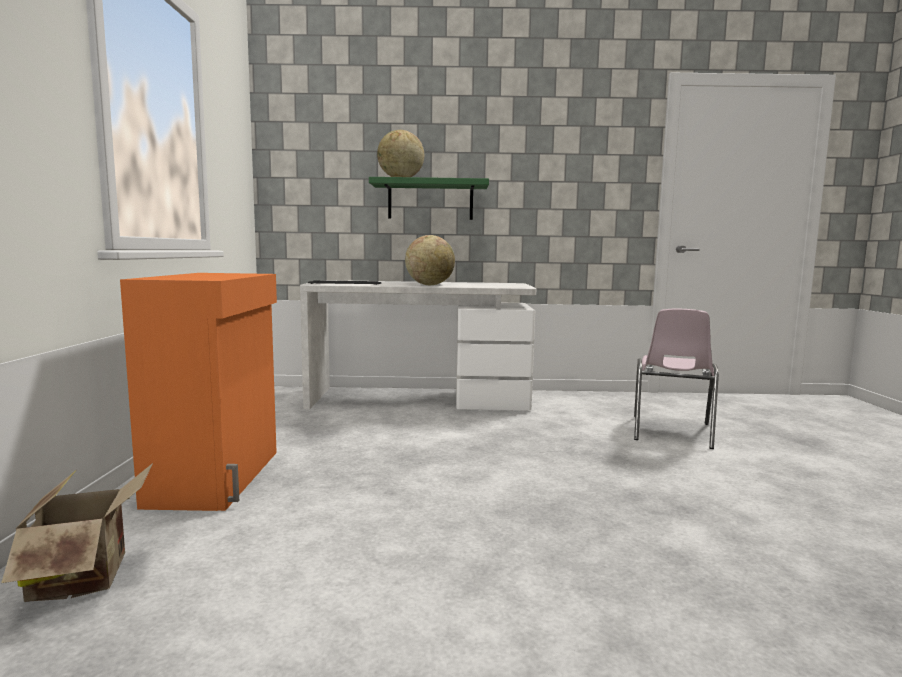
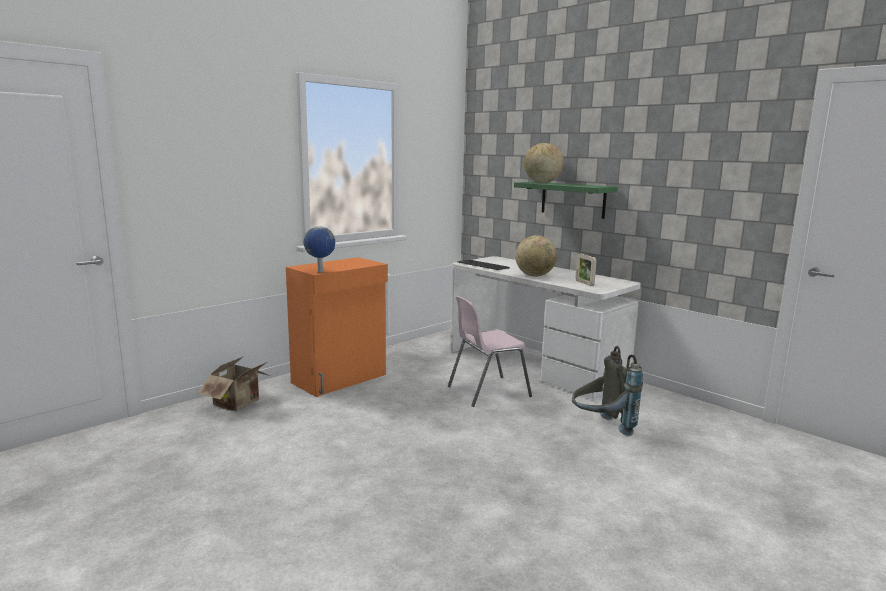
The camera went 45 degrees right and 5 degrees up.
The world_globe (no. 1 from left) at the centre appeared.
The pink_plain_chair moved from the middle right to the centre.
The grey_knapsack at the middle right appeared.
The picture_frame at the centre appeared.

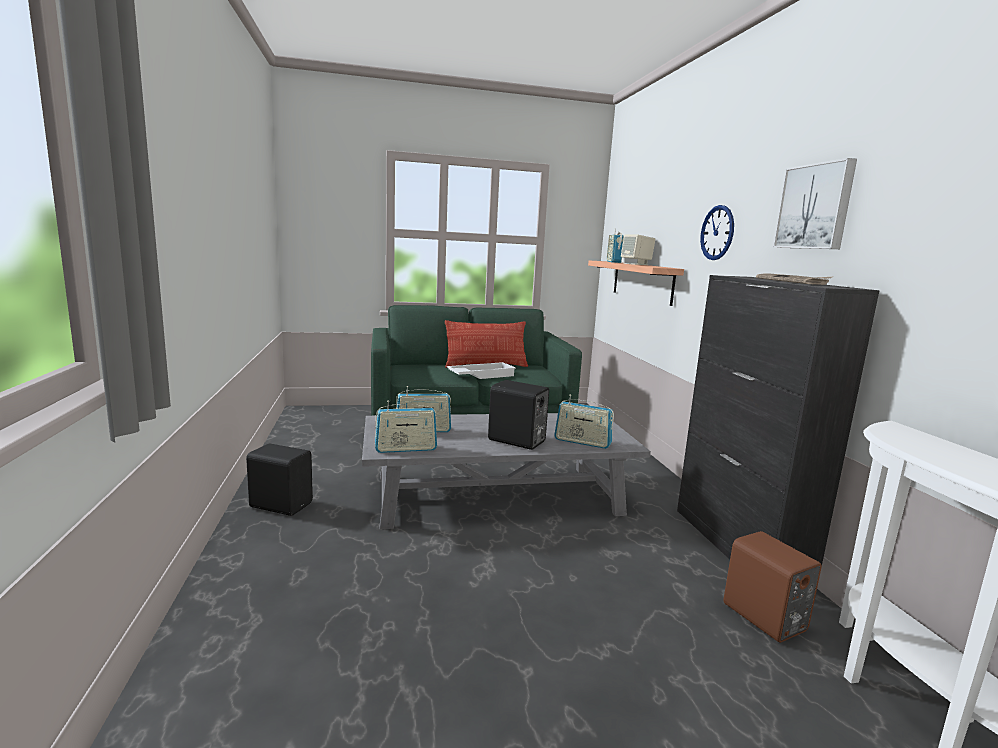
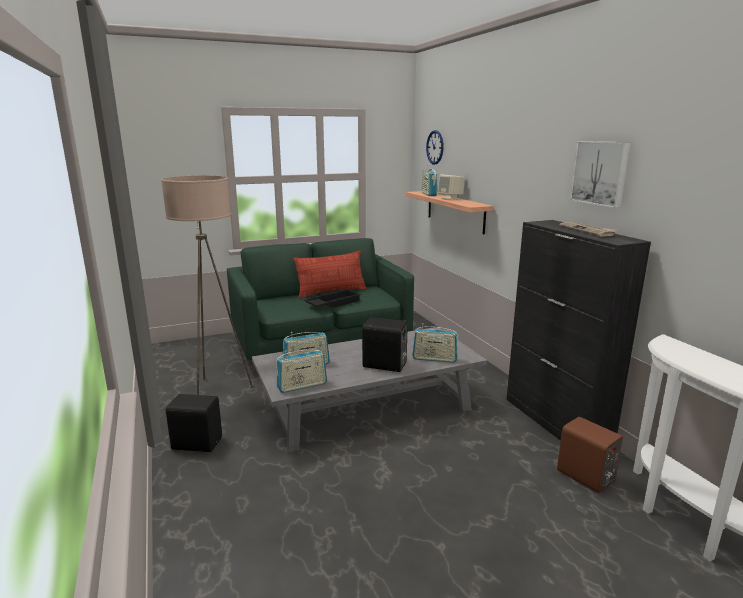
The camera went 10 degrees left and 5 degrees up.
The sand-coloured_standard_lamp at the middle left appeared.
The white_tray at the centre became the black-coloured_tray at the centre.
The hanging_clock moved from the top right to the top centre.

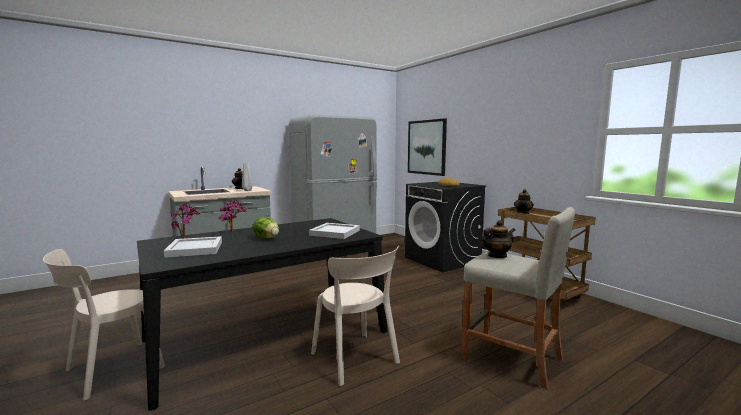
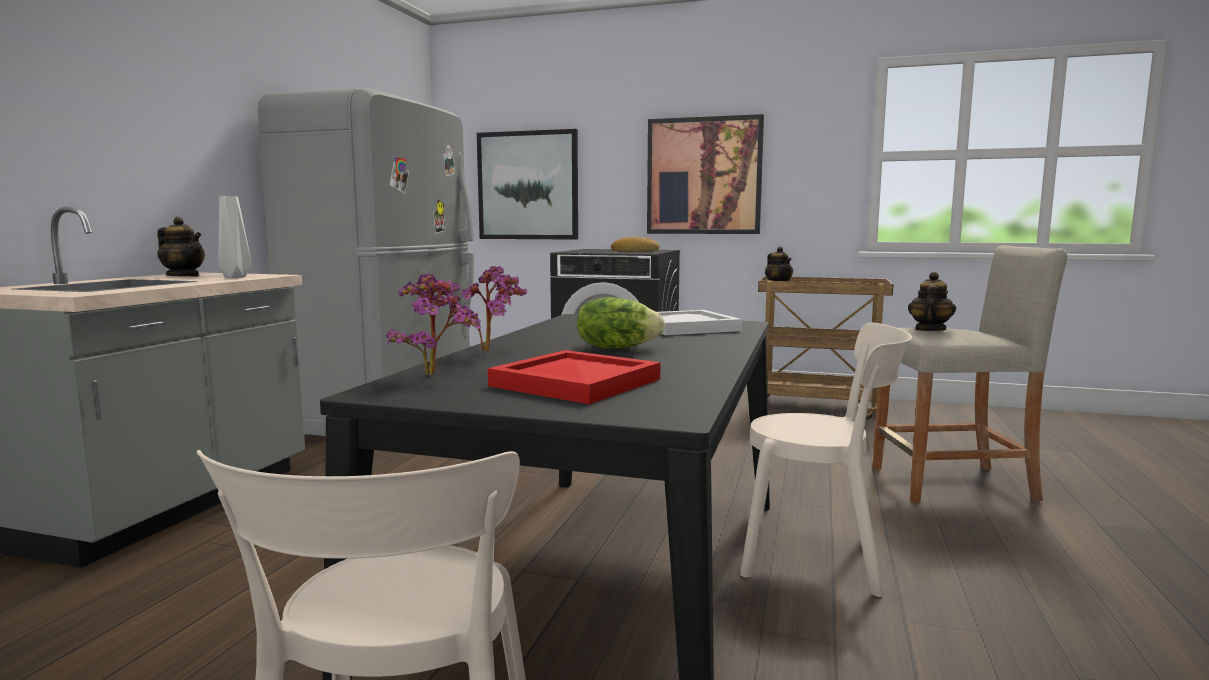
The camera went 40 degrees left and 0 degrees up.
The white_tray (no. 1 from left) at the middle left became the red-coloured_tray at the centre.
The wall_art (no. 2 from left) at the top centre appeared.

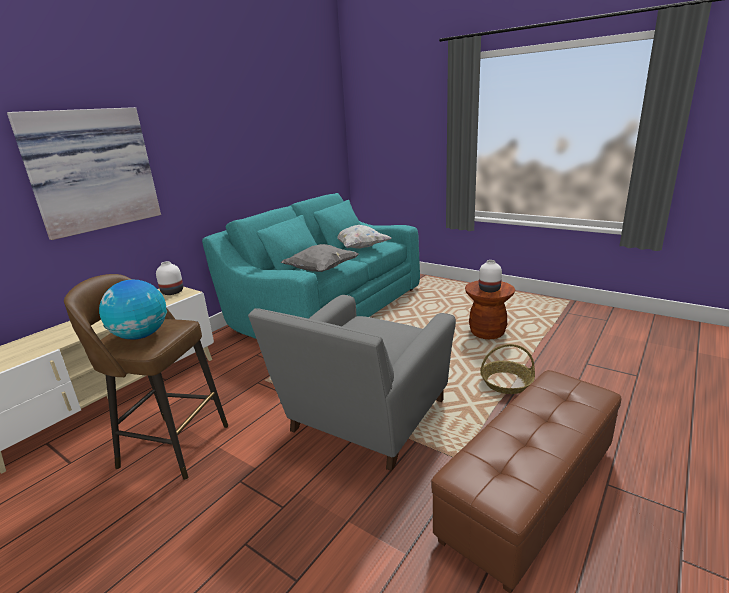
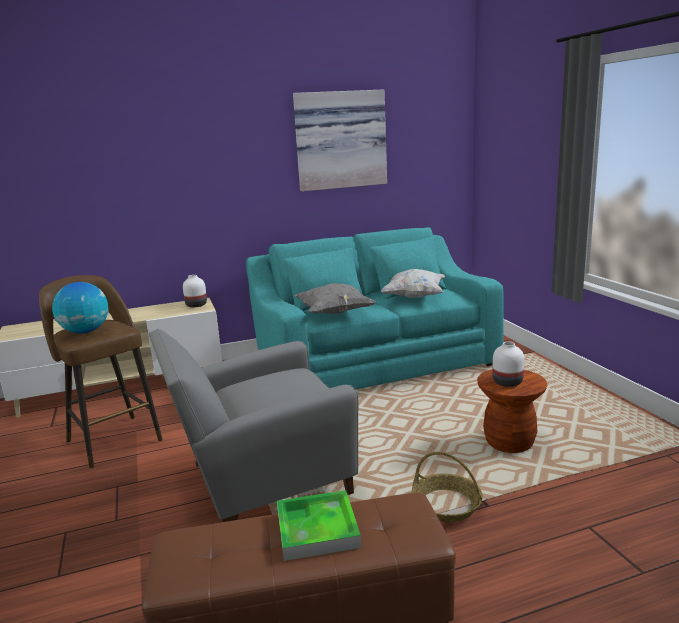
The camera went 35 degrees right and 5 degrees down.
The tray at the bottom centre appeared.
The wall_art moved from the top left to the top centre.

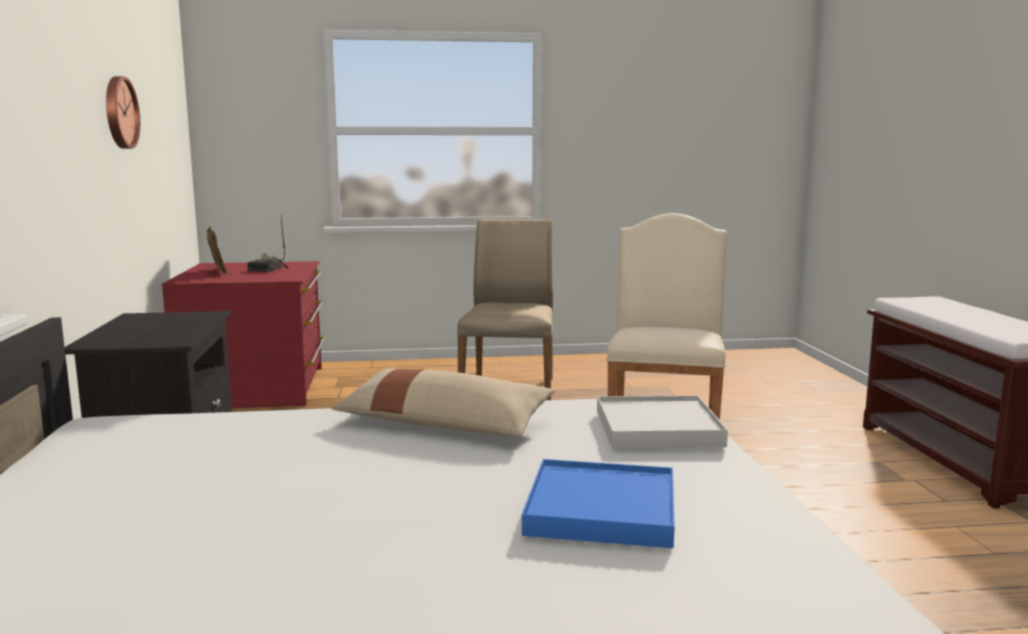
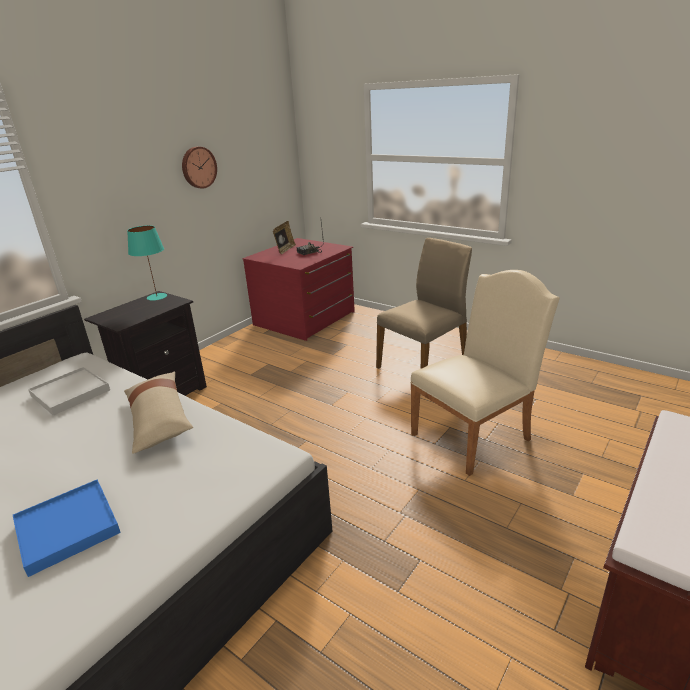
The camera went 45 degrees right and 15 degrees up.
The white_tray moved from the centre to the middle left.
The turquoise_tabletop_lamp at the middle left appeared.

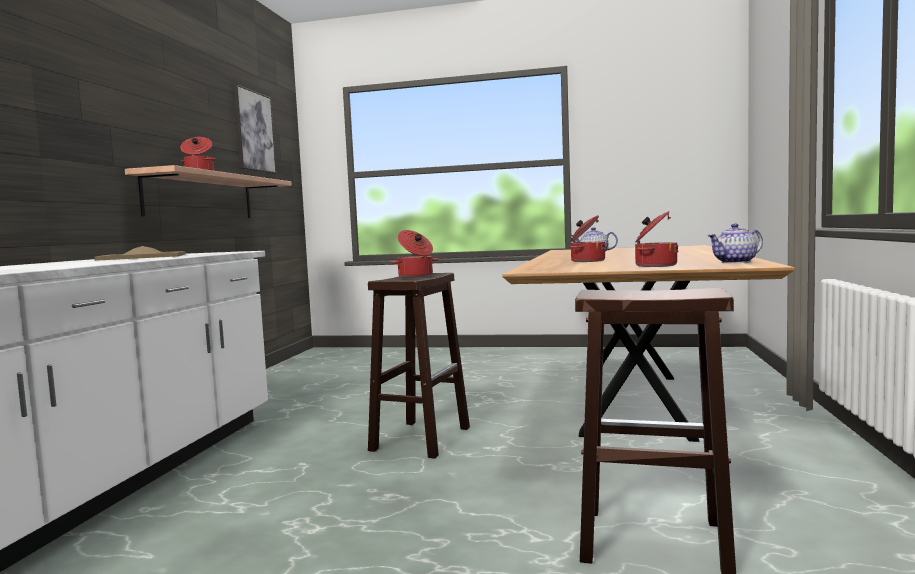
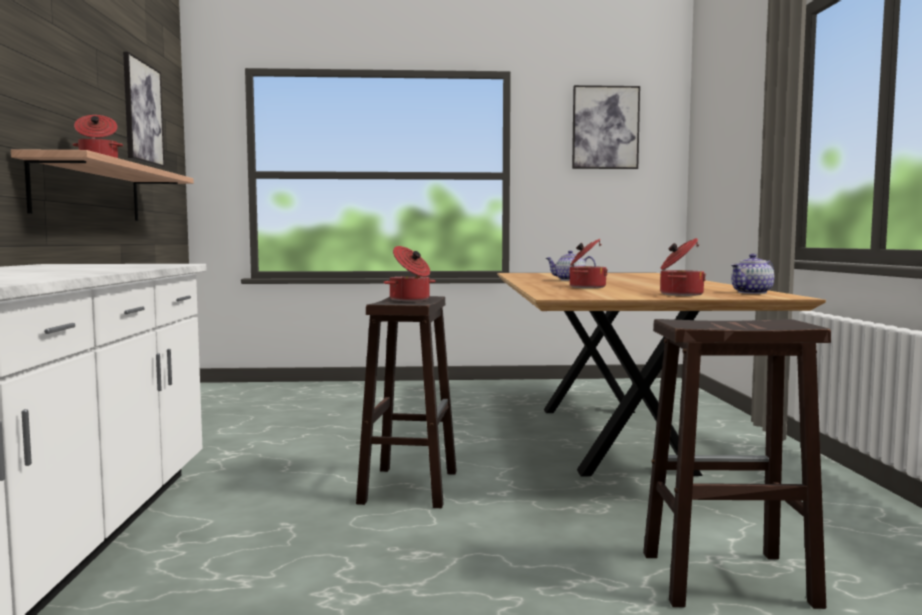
The camera went 15 degrees left and 0 degrees up.
The wall_art (no. 2 from left) at the top centre appeared.
The sand-coloured_tray at the middle left disappeared.

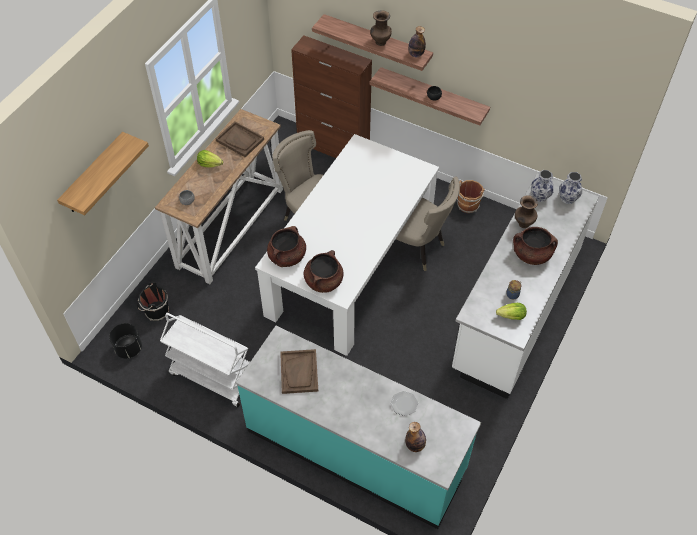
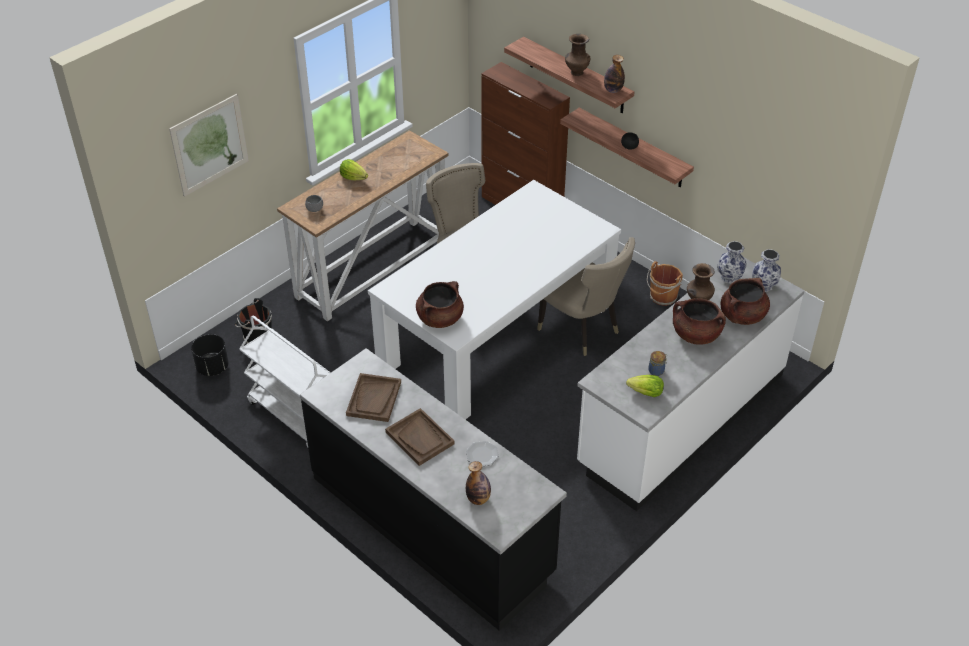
The camera went 15 degrees right and 10 degrees down.
The bracket_shelf (no. 1 from left) at the top left was replaced by the wall_art at the top left.
The turquoise_counter at the bottom centre became the black-coloured_counter at the bottom centre.
The brownish_tray (no. 1 from left in the first image) moved from the top centre to the bottom centre.
The brownish_stockpot (no. 1 from left in the first image) moved from the centre to the middle right.

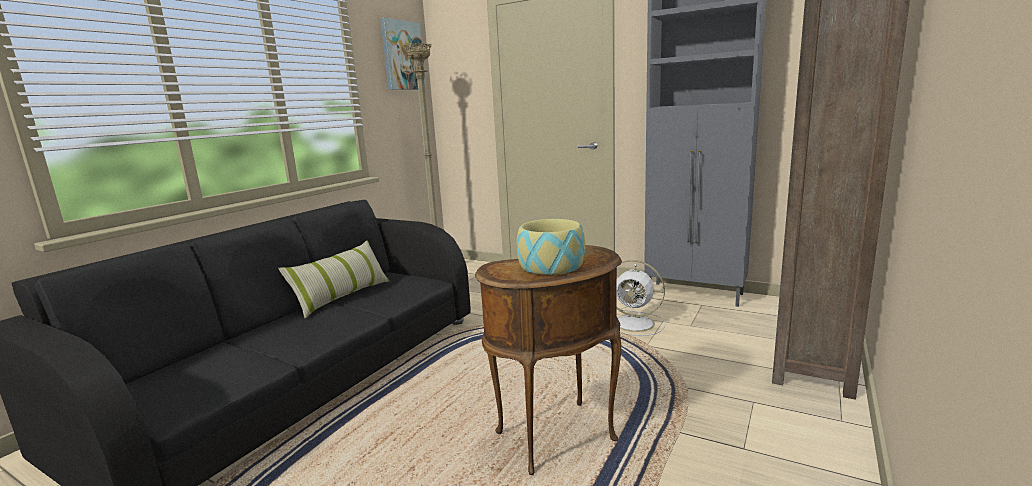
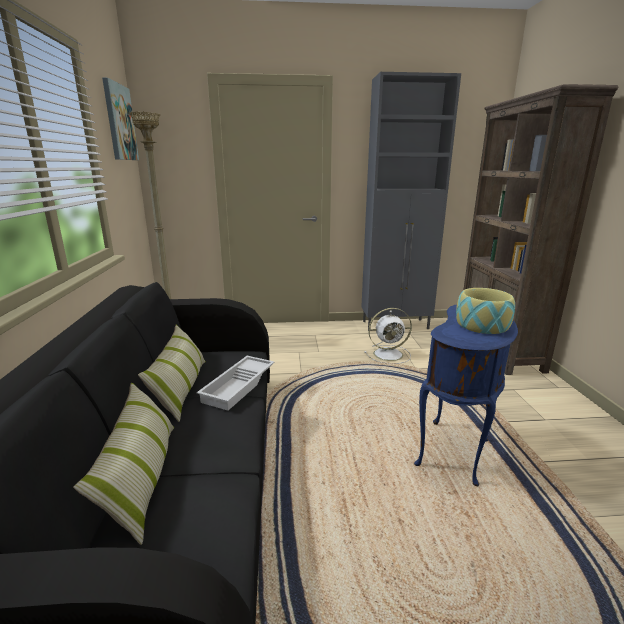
The camera went 35 degrees left and 5 degrees up.
The throw_pillow (no. 1 from left) at the bottom left appeared.
The white_tray at the centre appeared.
The brownish_end_table at the bottom centre became the bluish_end_table at the middle right.

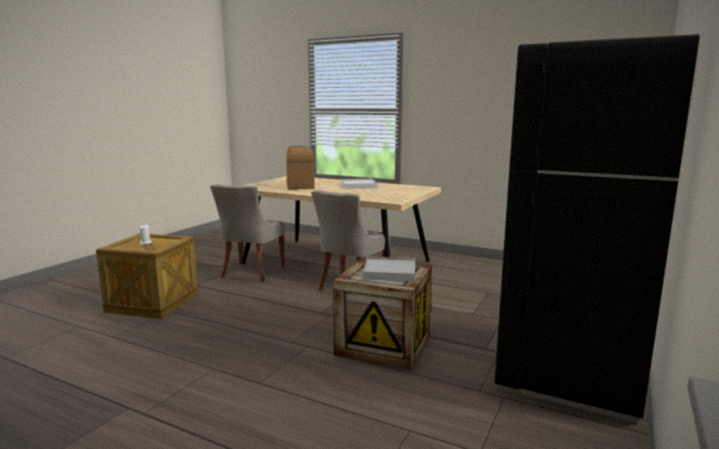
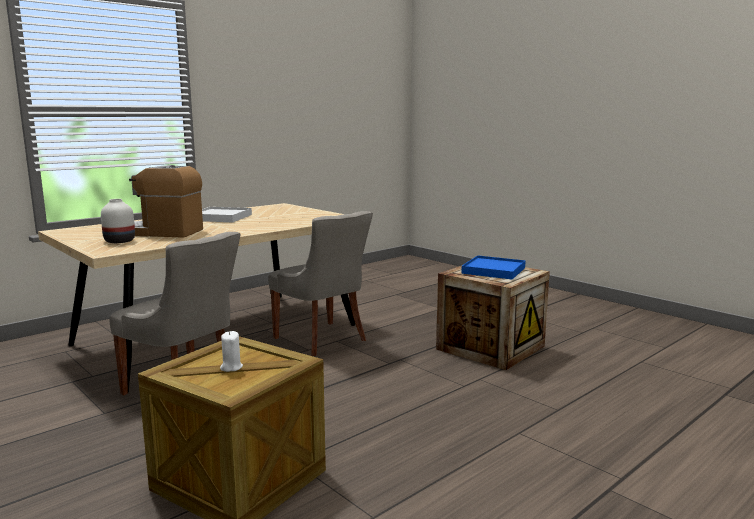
The camera went 70 degrees left and 0 degrees up.
The white_flower_vase at the middle left appeared.
The white_tray (no. 2 from left) at the centre became the bluish_tray at the centre.
The black-coloured_refrigerator at the middle right disappeared.

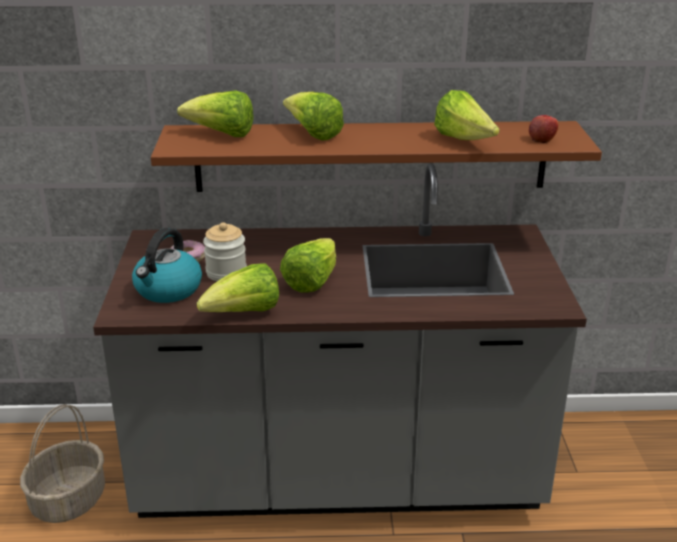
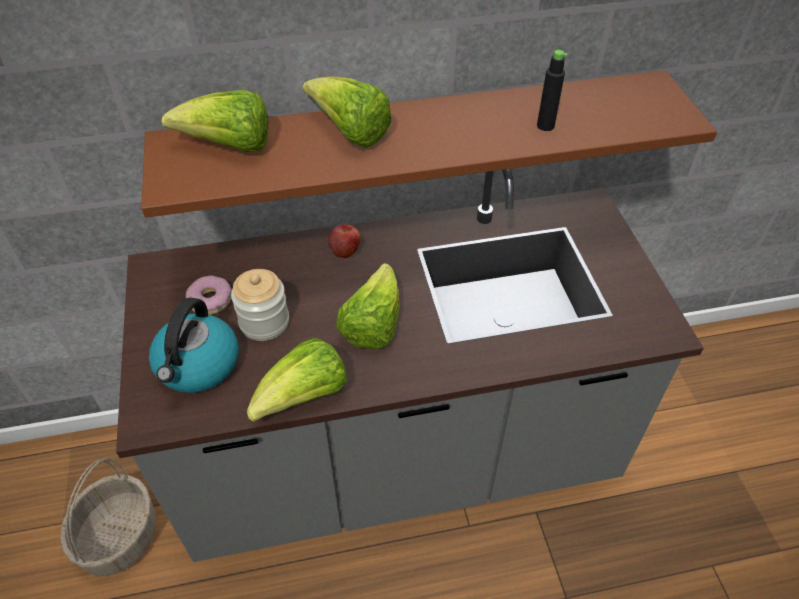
The camera went 10 degrees left and 20 degrees up.
The whole_apple moved from the top right to the centre.
The lettuce (no. 5 from left) at the top right was replaced by the black-coloured_drink_bottle at the top right.

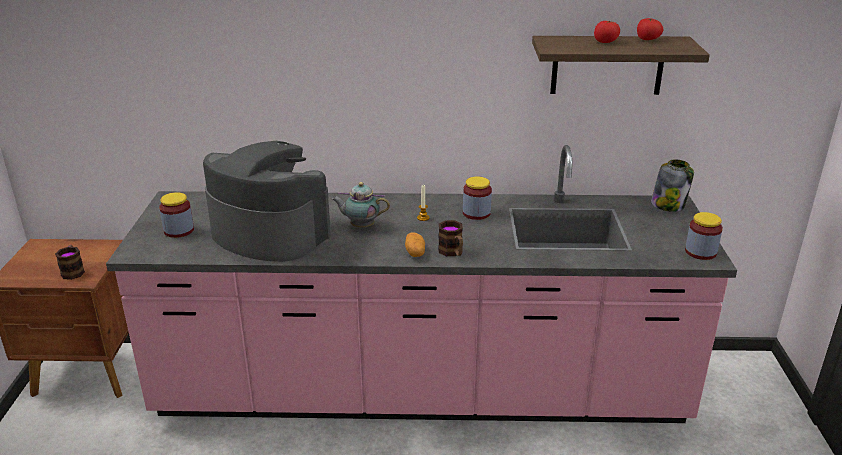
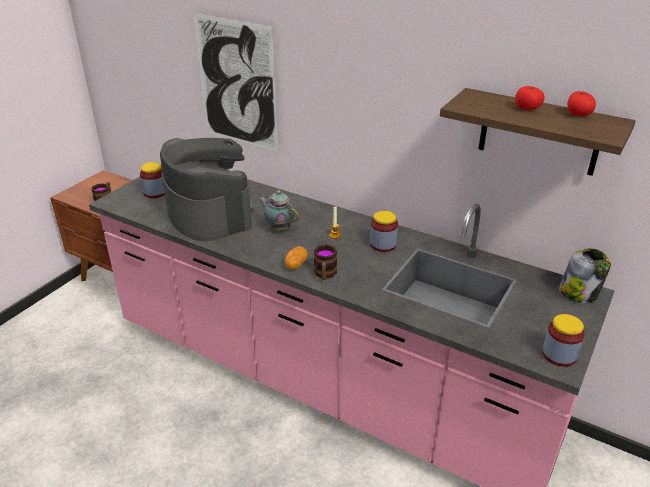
The camera went 30 degrees right and 5 degrees up.
The wall_art at the top centre appeared.

